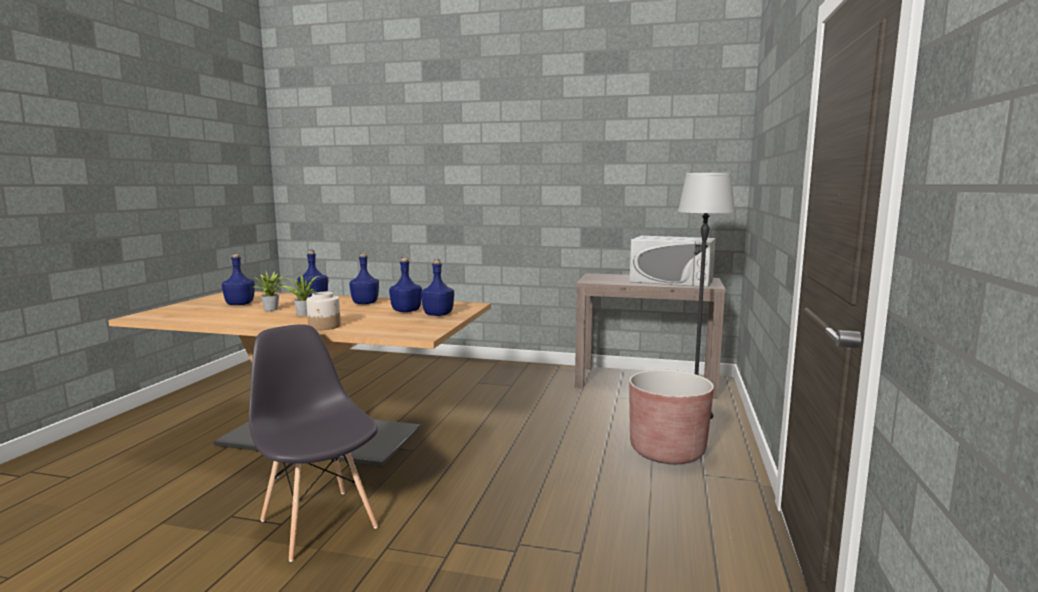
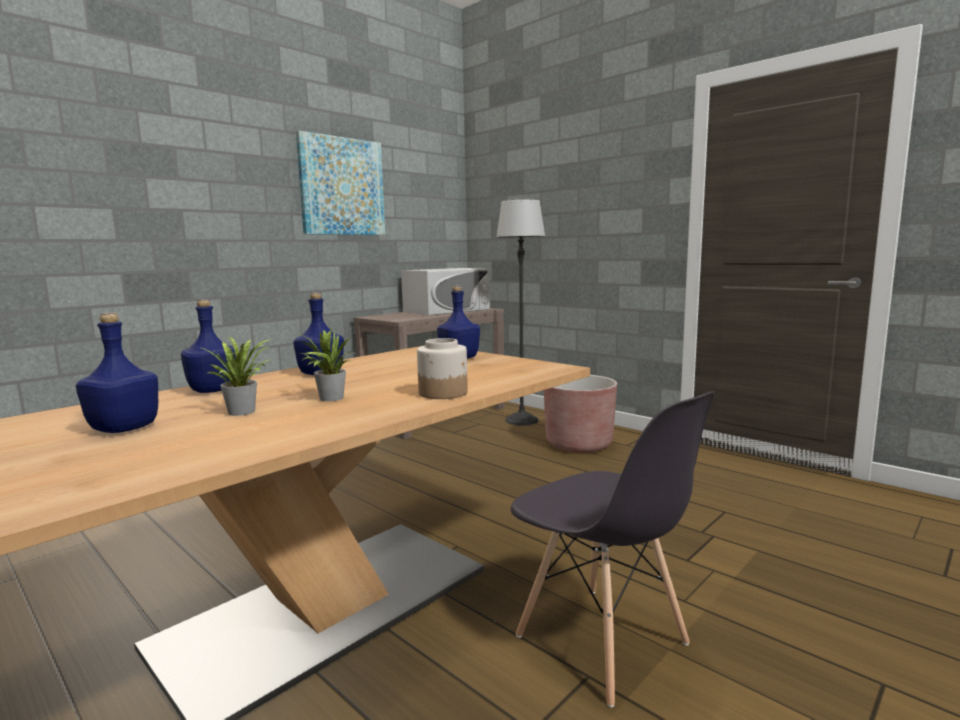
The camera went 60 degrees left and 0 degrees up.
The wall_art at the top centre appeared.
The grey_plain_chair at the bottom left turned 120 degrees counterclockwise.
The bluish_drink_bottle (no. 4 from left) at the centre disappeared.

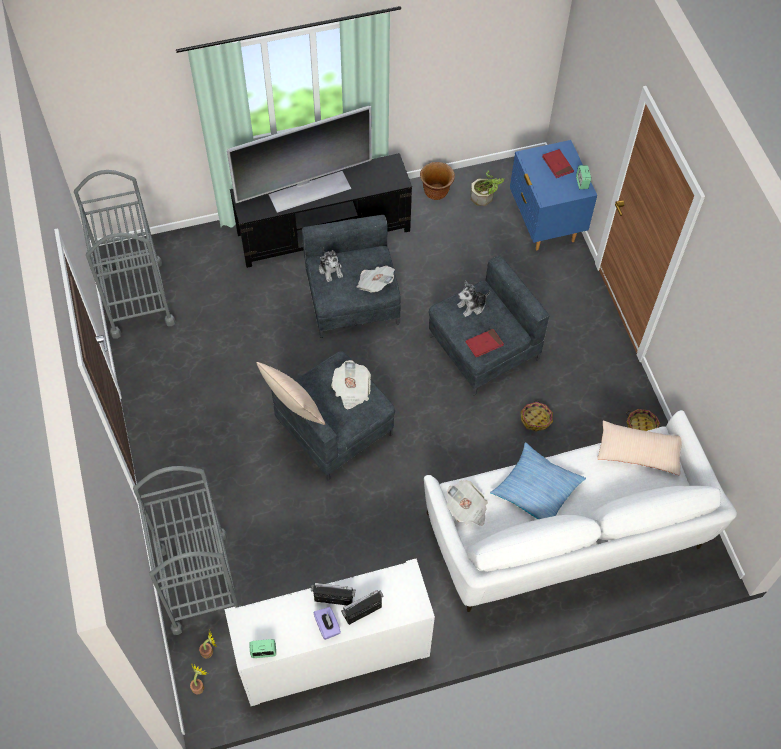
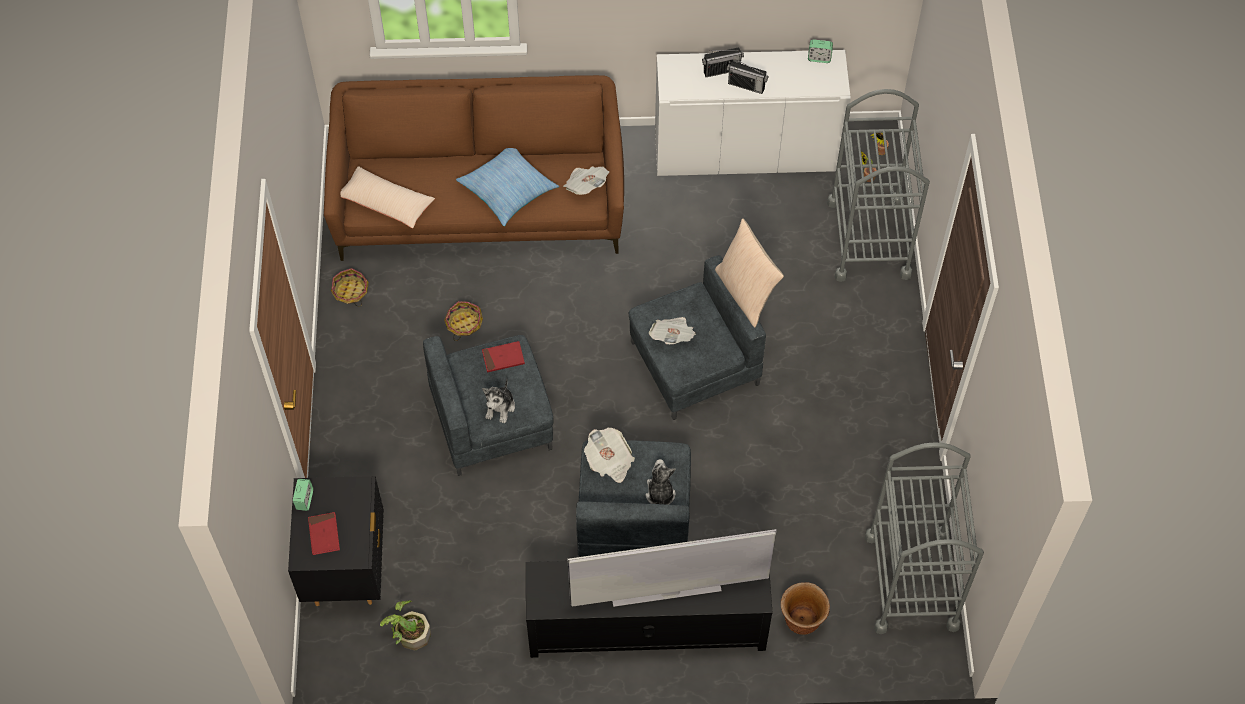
The camera went 165 degrees left and 0 degrees up.
The bluish_night_table at the top right became the black-coloured_night_table at the bottom left.
The white_couch at the bottom right became the brownish_couch at the top centre.
The plush_toy (no. 2 from left in the first image) at the centre turned 120 degrees clockwise.
The brownish_plant_pot moved from the top centre to the bottom centre.
The purplish_box_of_tissues at the bottom centre disappeared.

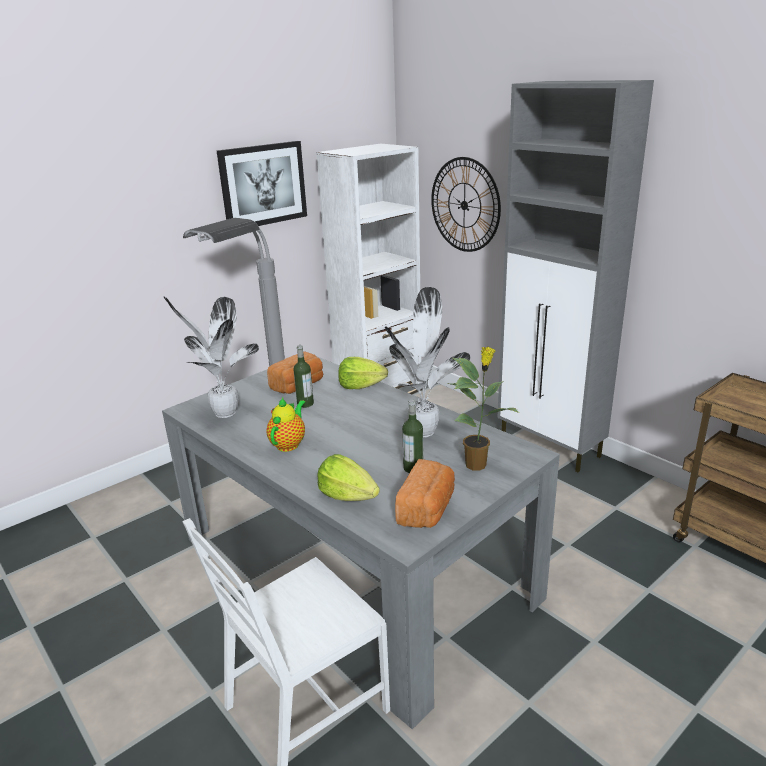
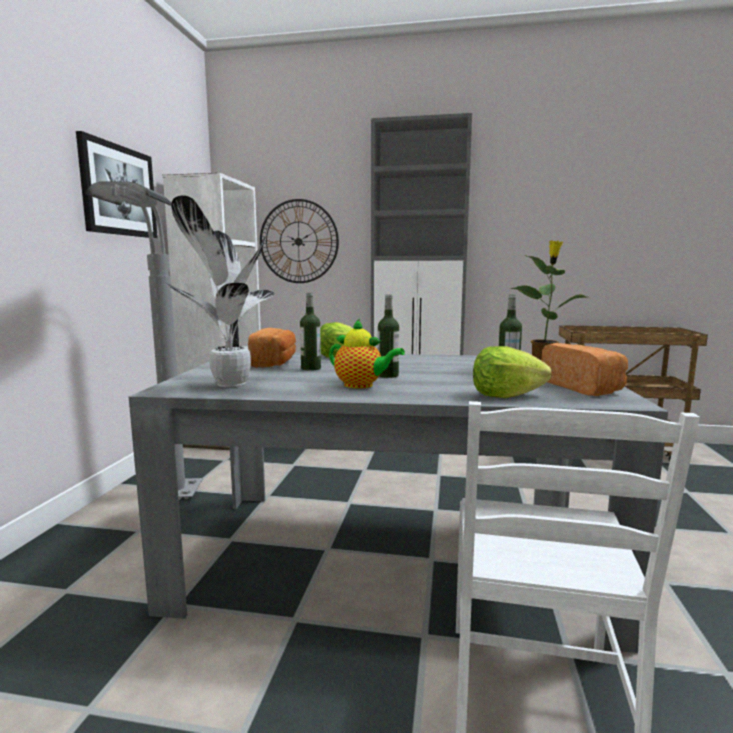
The camera went 40 degrees left and 15 degrees down.
The tea_pot at the centre turned 135 degrees clockwise.
The drink_bottle (no. 2 from left) at the centre appeared.
The houseplant (no. 2 from left) at the centre disappeared.

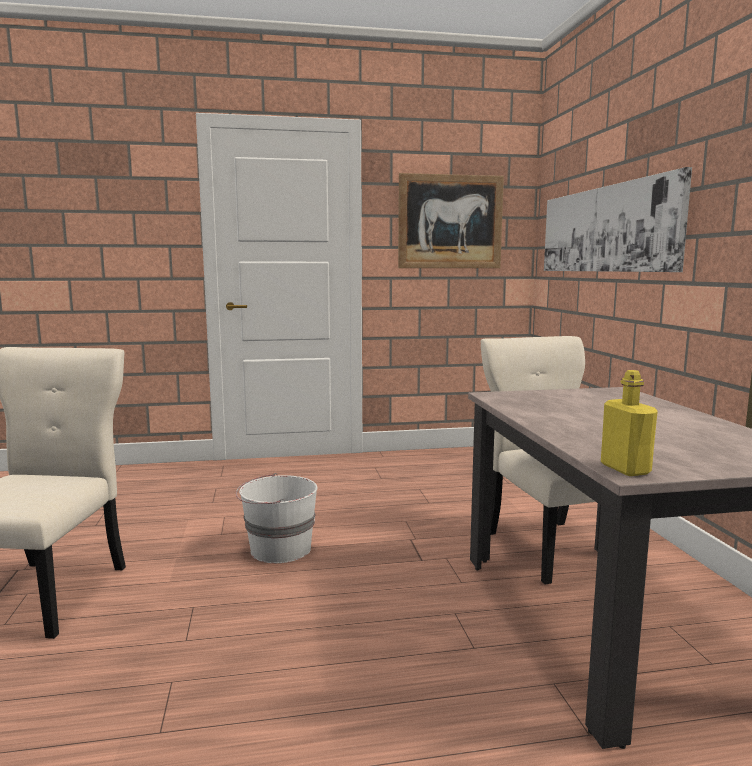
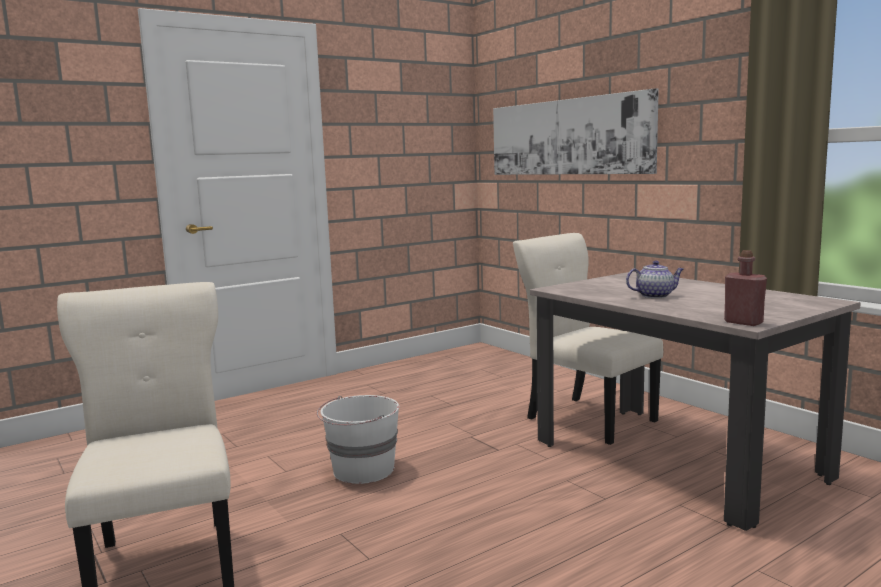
The camera went 25 degrees left and 0 degrees up.
The tea_pot at the middle right appeared.
The yellow-coloured_drink_bottle at the middle right became the red-coloured_drink_bottle at the middle right.
The wall_art (no. 1 from left) at the top centre disappeared.

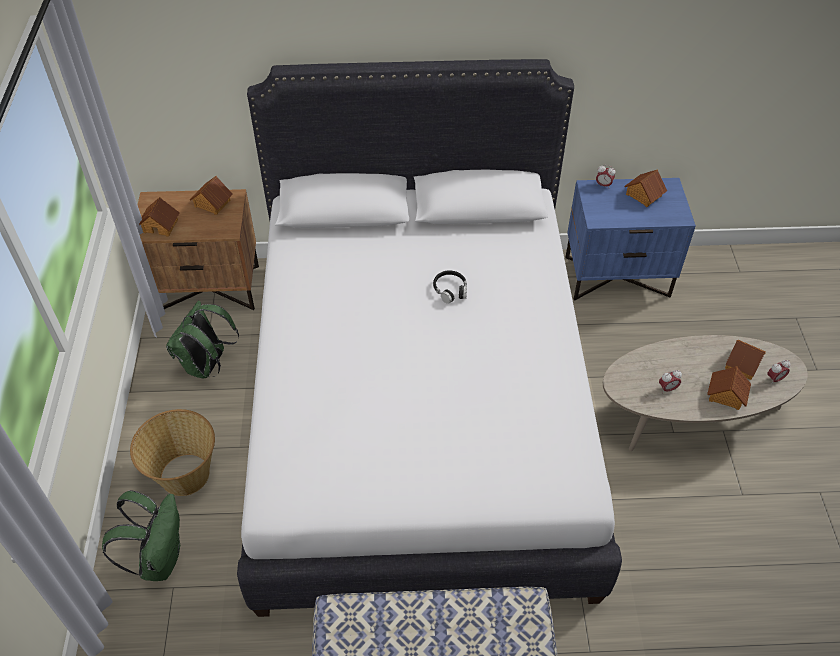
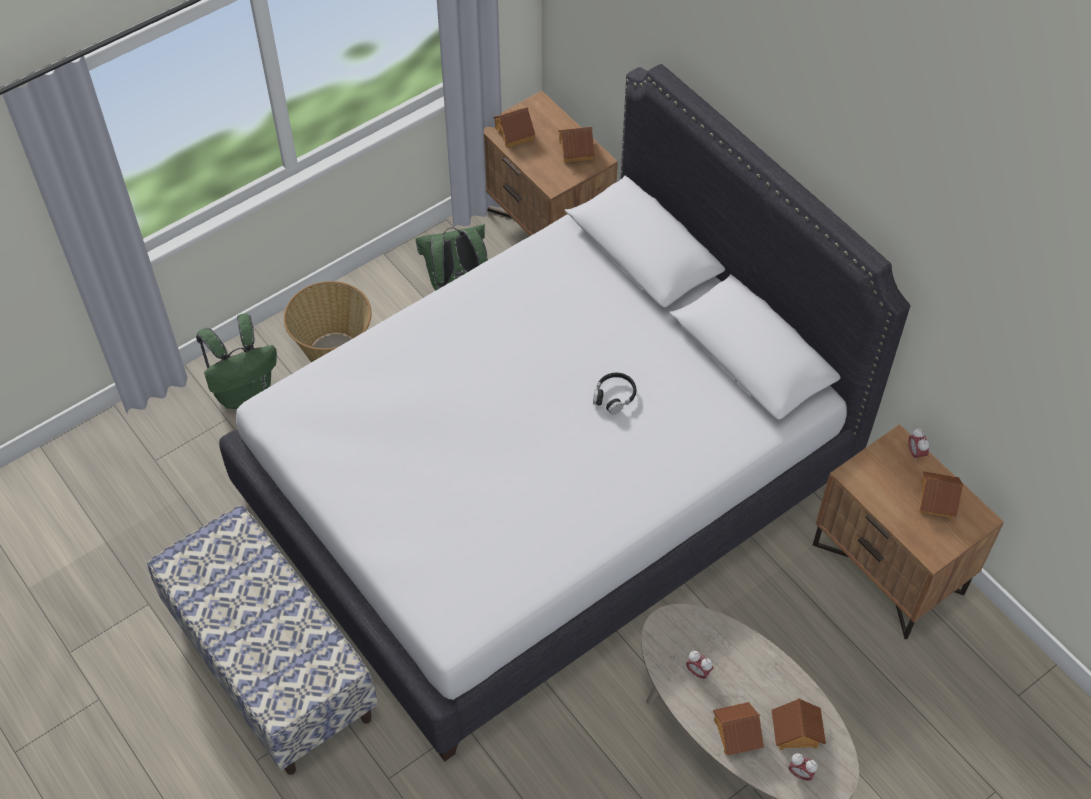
The camera went 55 degrees right and 5 degrees up.
The bluish_night_table at the middle right became the brownish_night_table (no. 2 from left) at the middle right.

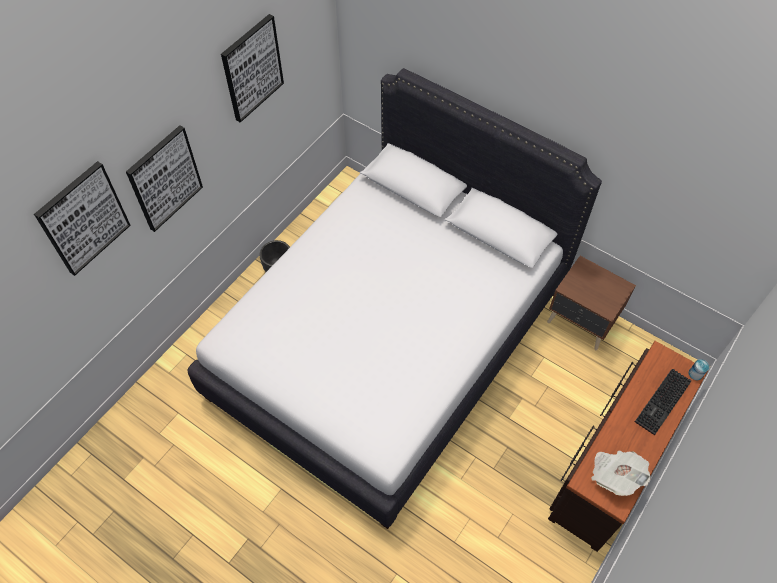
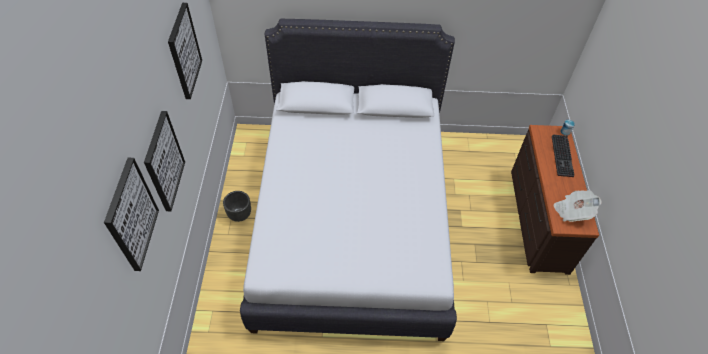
The camera went 35 degrees left and 5 degrees down.
The brownish_night_table at the middle right disappeared.

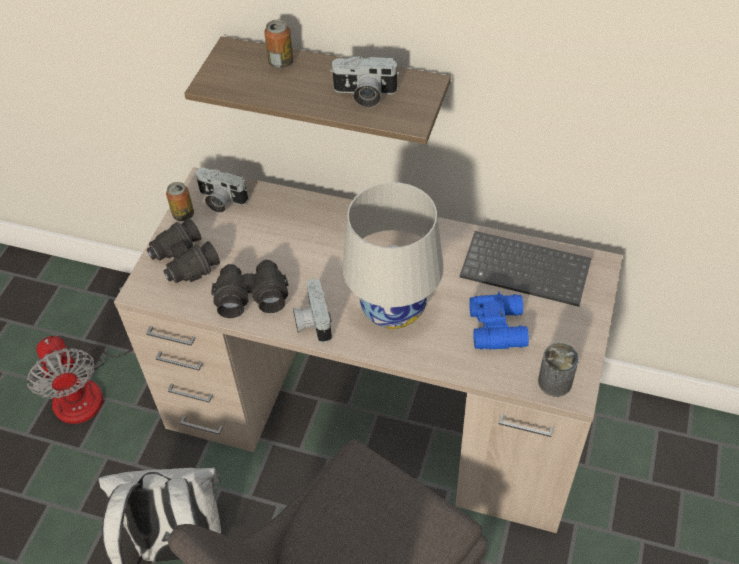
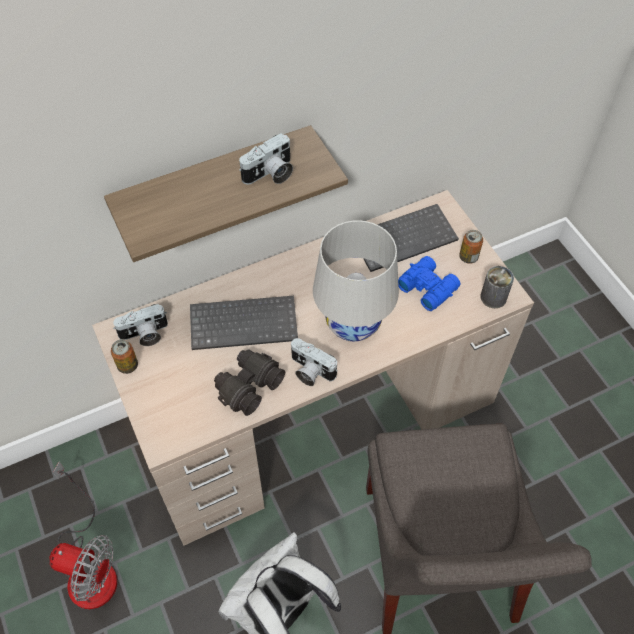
The camera went 45 degrees left and 5 degrees up.
The computer_keyboard (no. 1 from left) at the centre appeared.
The sealed_can (no. 2 from left) moved from the top centre to the middle right.
The black-coloured_pair_of_binoculars (no. 1 from left) at the middle left disappeared.

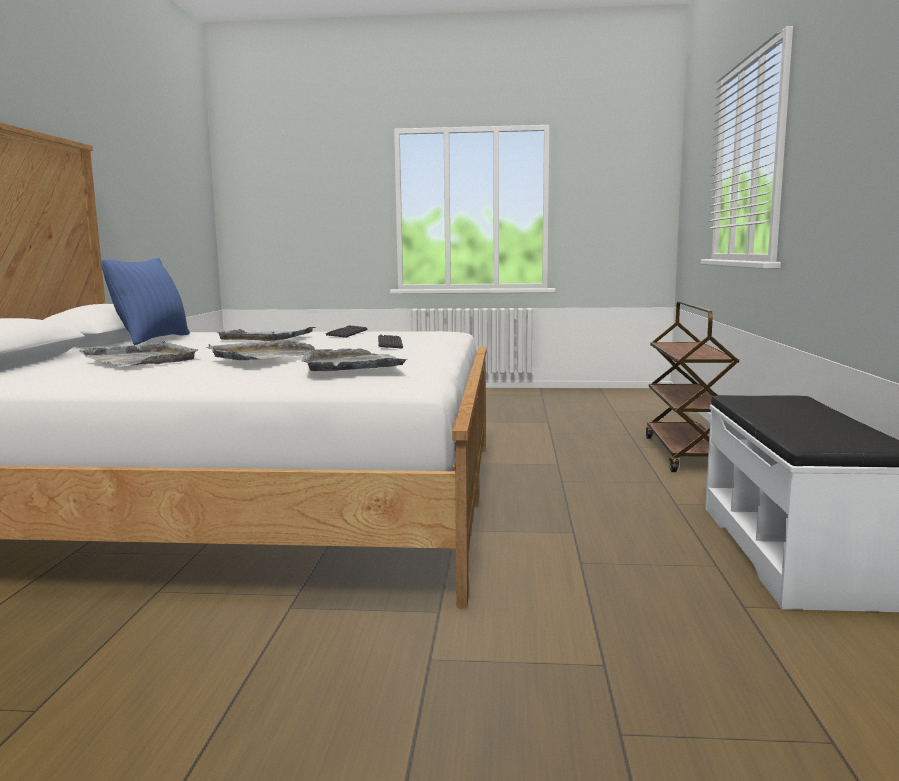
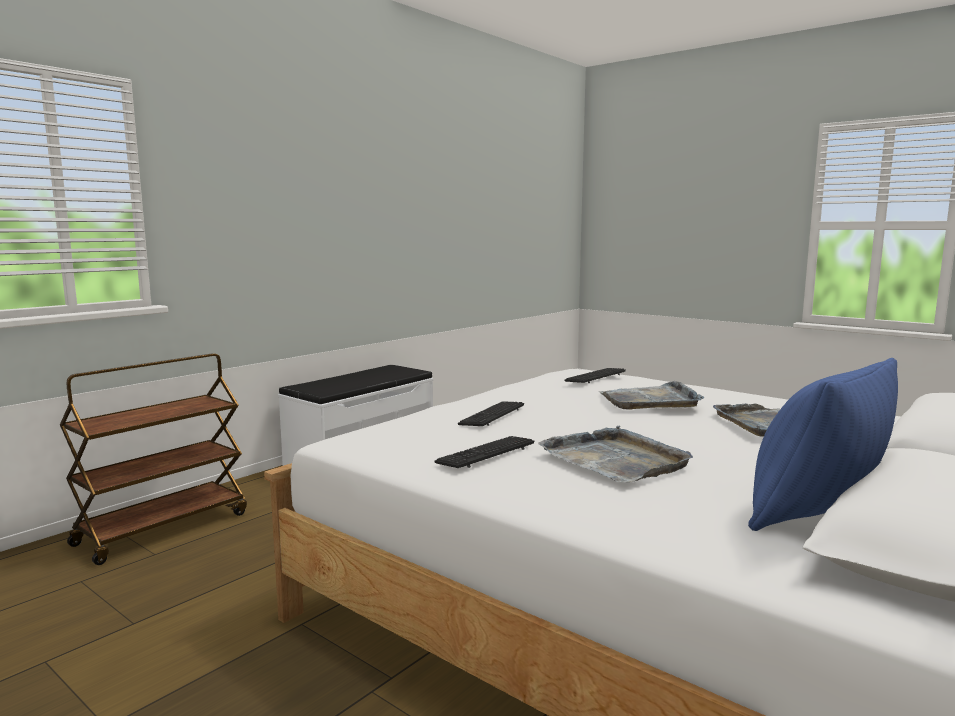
The camera went 145 degrees left and 0 degrees up.
The grey_tray (no. 4 from left) at the centre was replaced by the computer_keyboard (no. 3 from left) at the centre.

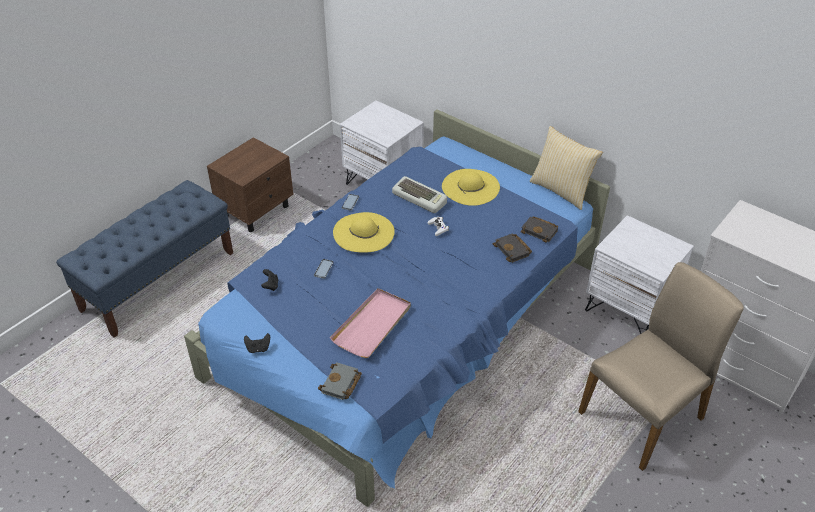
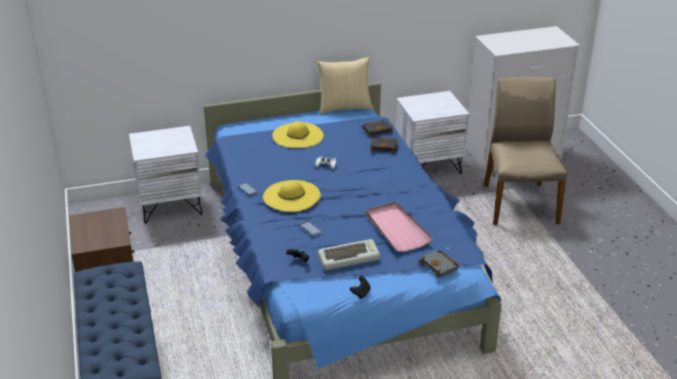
The camera went 55 degrees left and 10 degrees down.
The computer_keyboard moved from the centre to the bottom centre.

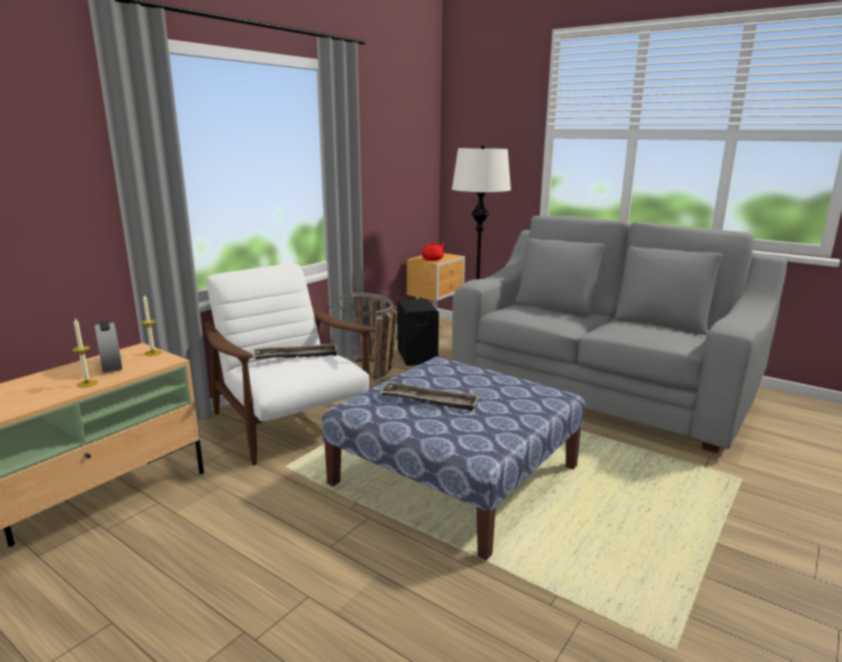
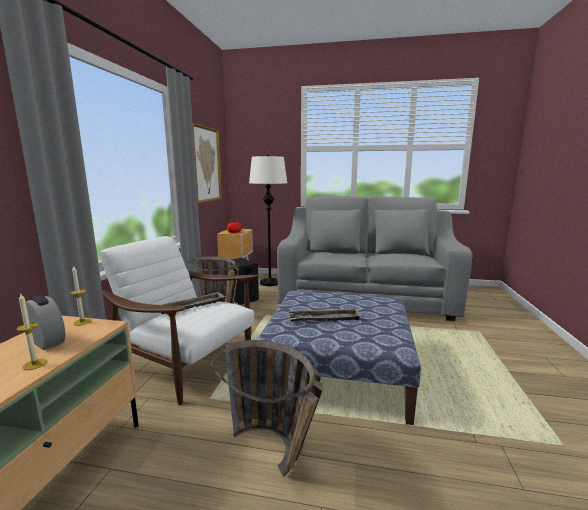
The camera went 25 degrees left and 5 degrees down.
The wall_art at the top centre appeared.
The household_basket (no. 2 from left) at the bottom centre appeared.

